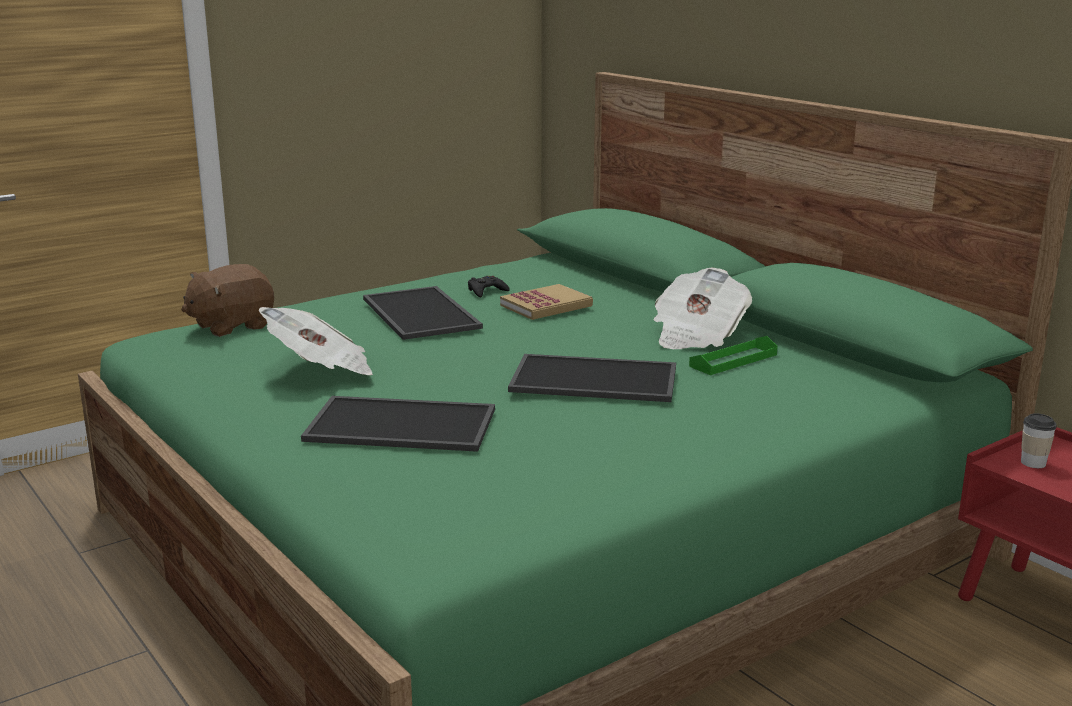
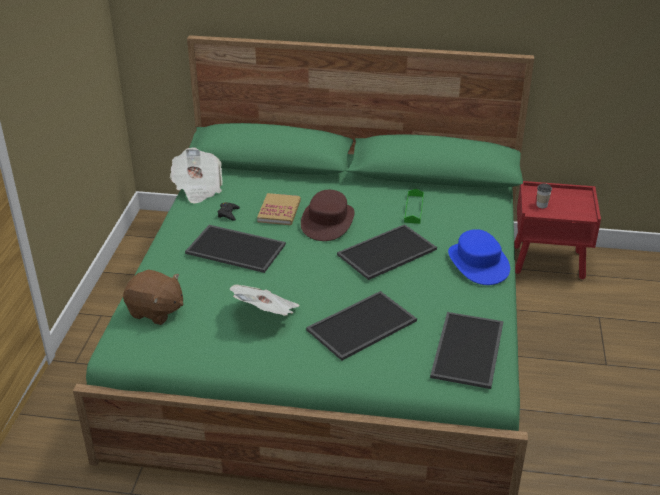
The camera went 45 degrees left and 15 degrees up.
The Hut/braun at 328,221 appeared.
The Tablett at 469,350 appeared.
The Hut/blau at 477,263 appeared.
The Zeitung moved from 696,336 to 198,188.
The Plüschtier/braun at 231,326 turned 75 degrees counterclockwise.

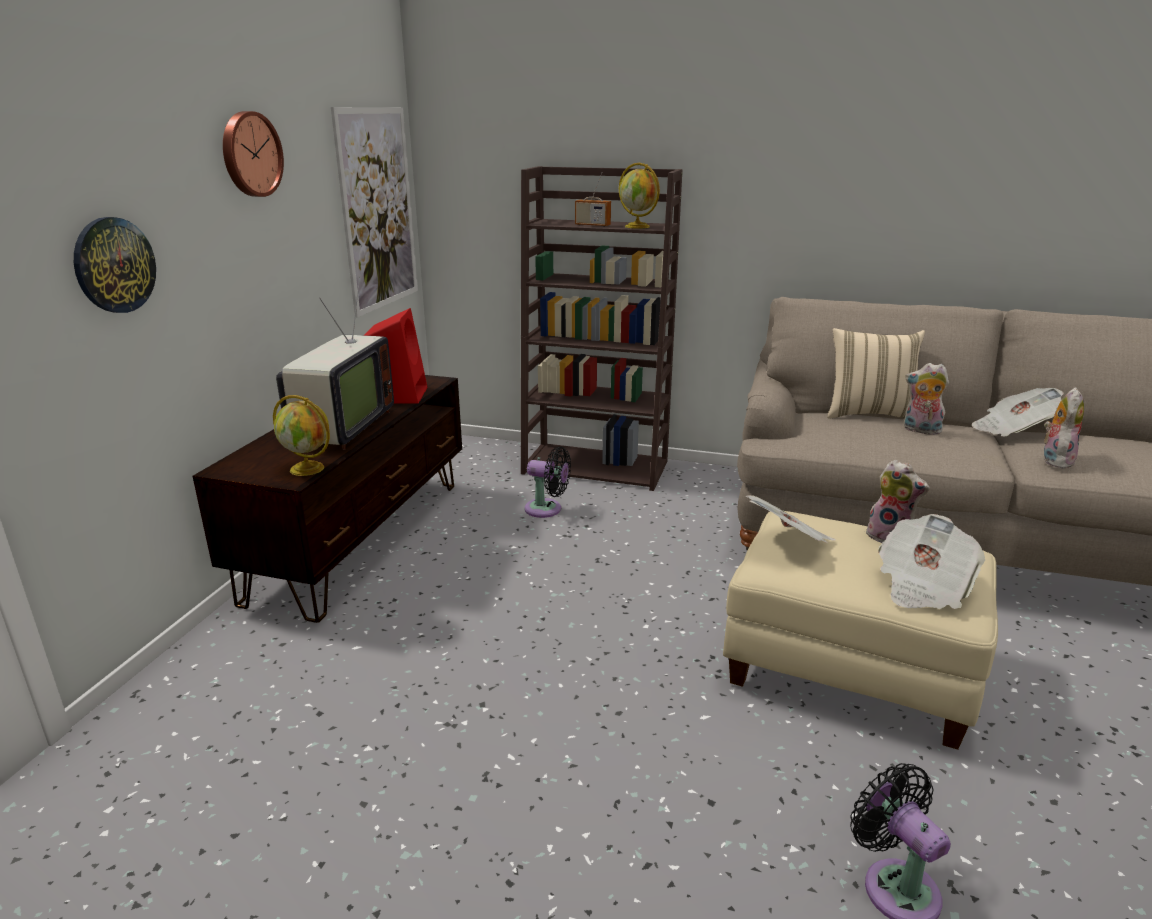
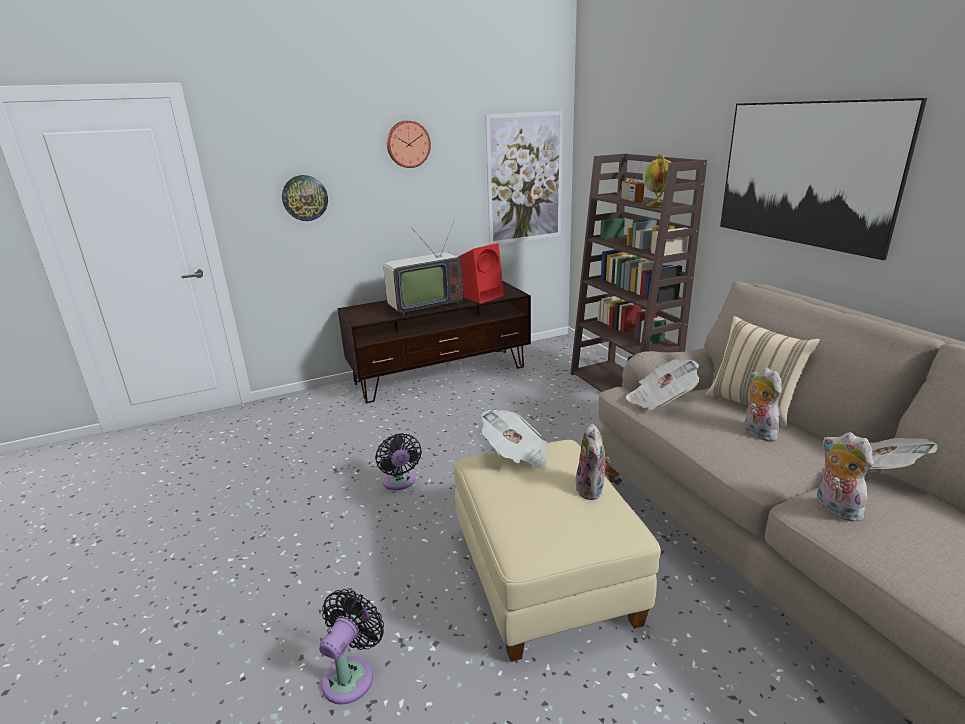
The camera went 50 degrees right and 0 degrees up.
The Globus at 308,469 disappeared.
The Bild at 805,174 appeared.
The Ventilator/schwarz moved from 547,509 to 399,482.
The Zeitung moved from 922,586 to 660,400.
The Plüschtier at 1054,460 turned 105 degrees counterclockwise.

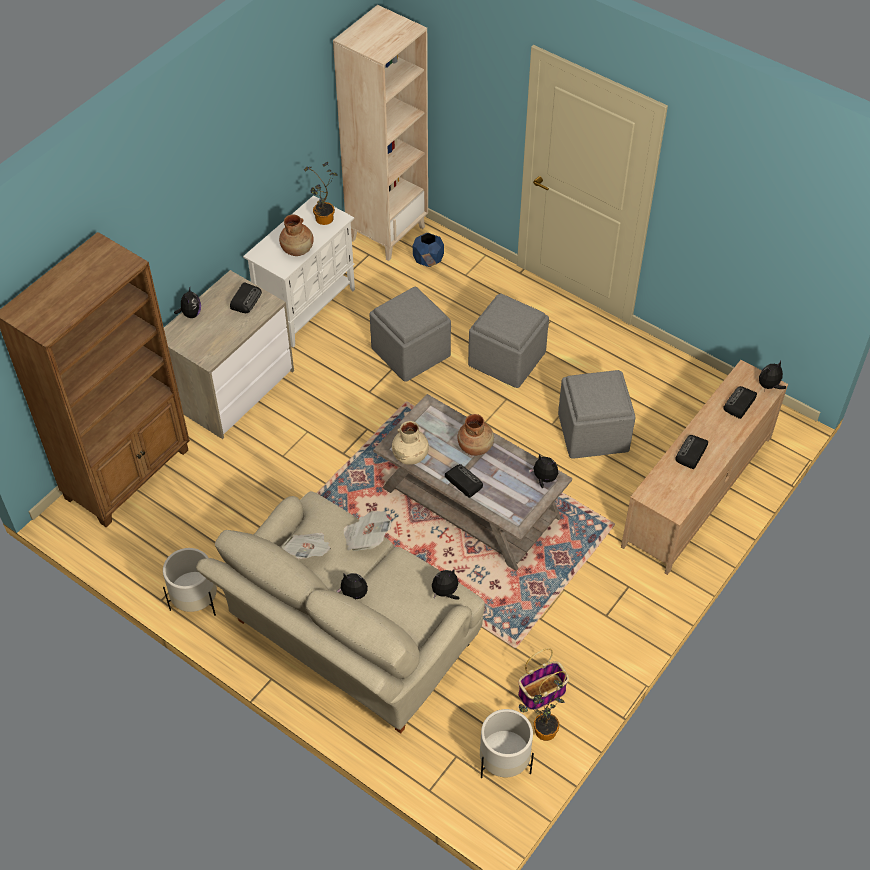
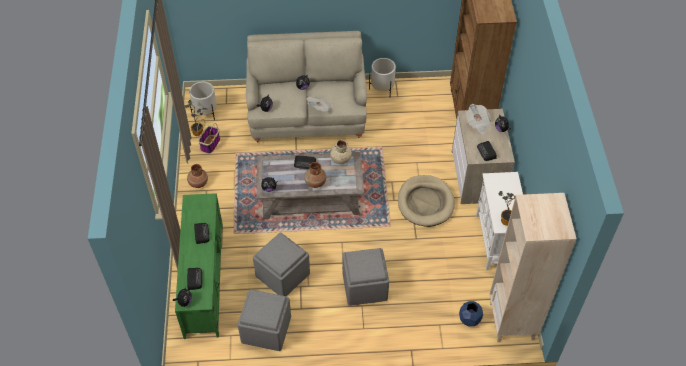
The camera went 140 degrees right and 0 degrees up.
The Hundebett/beige at 425,202 appeared.
The Vase/braun moved from 297,249 to 198,183.
The Zeitung moved from 308,552 to 478,123.
The Polsterhocker/grau moved from 411,352 to 265,329.
The Fernsehschrank/beige at 697,491 became the Fernsehschrank/grün at 204,278.

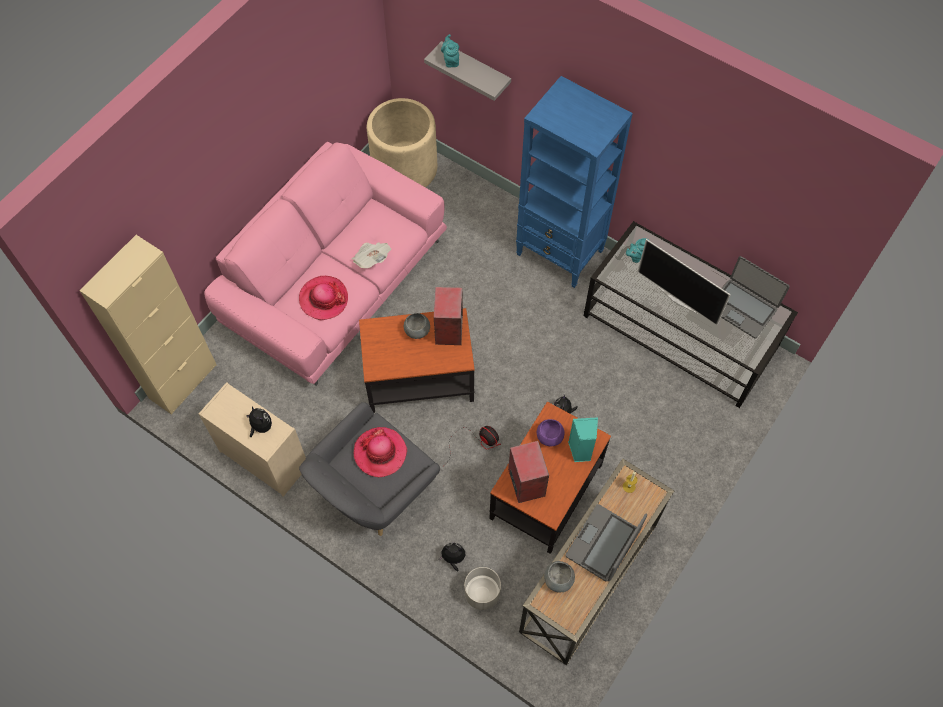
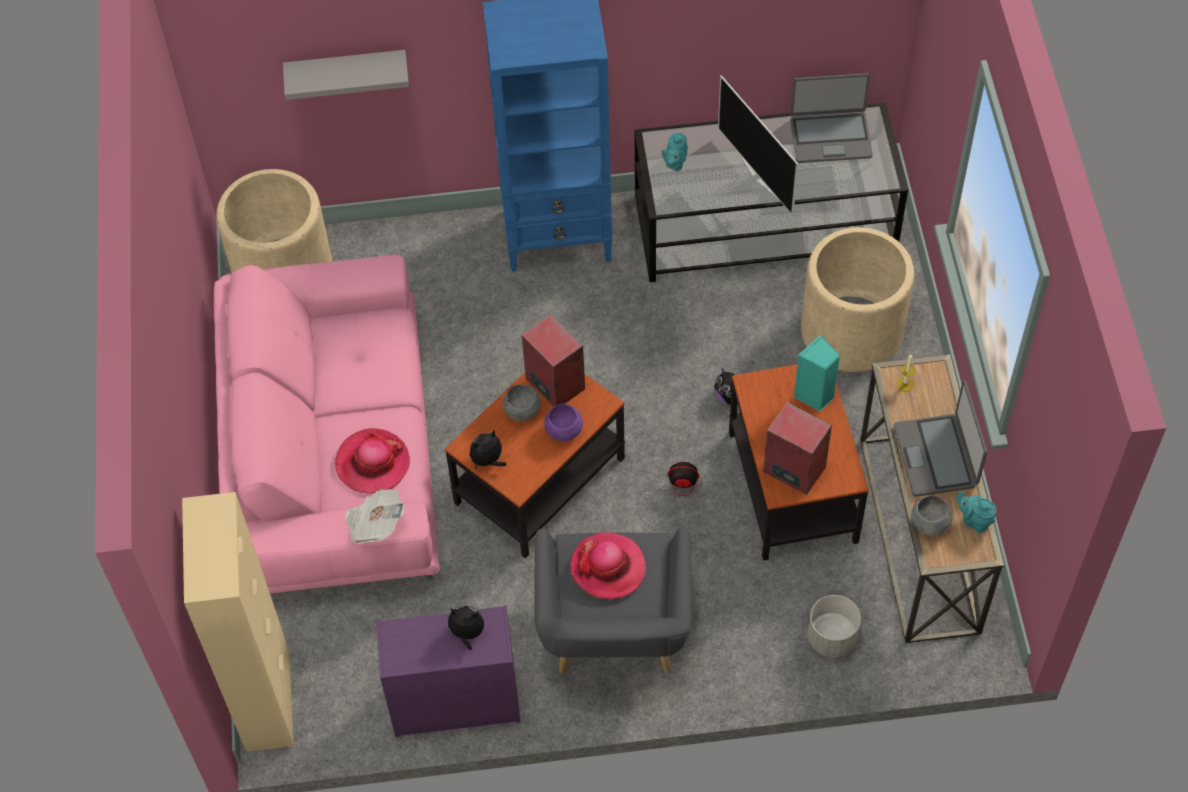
The camera went 40 degrees left and 5 degrees down.
The Pflanzkübel/beige at 852,331 appeared.
The Zeitung moved from 372,259 to 375,524.
The Plüschtier moved from 453,558 to 488,460.
The Teekanne/türkis moved from 451,60 to 974,520.
The Schüssel/lila moved from 549,437 to 563,431.
The Kommode/beige at 263,458 became the Kommode/lila at 453,702.
The Fernseher at 678,299 turned 60 degrees clockwise.

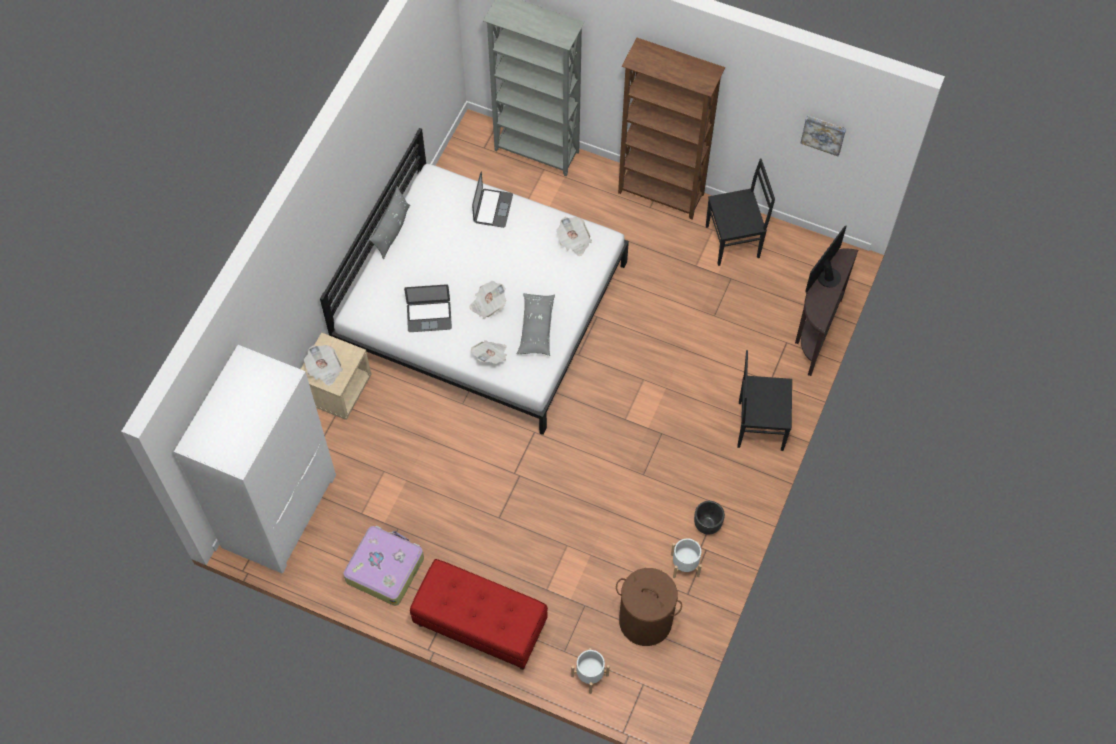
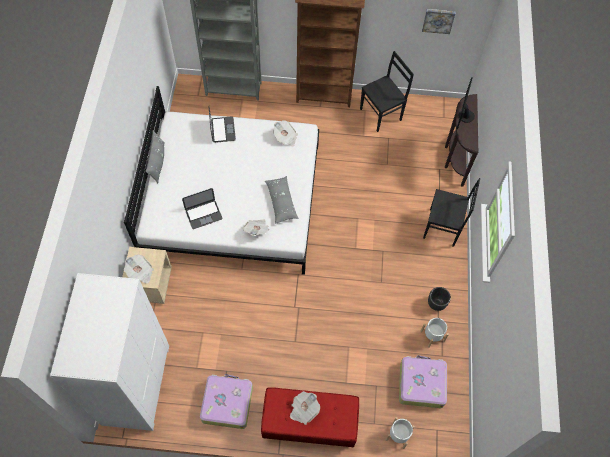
The camera went 20 degrees left and 0 degrees up.
The Zeitung moved from 488,305 to 303,410.
The Wäschekorb/braun at 645,621 was replaced by the Koffer at 421,384.
The Stuhl/schwarz at 758,425 turned 150 degrees counterclockwise.

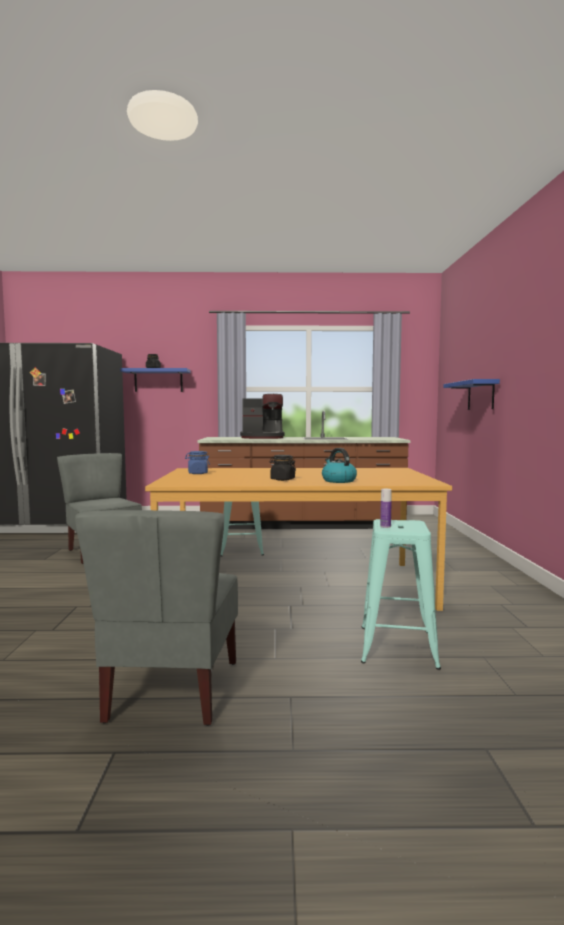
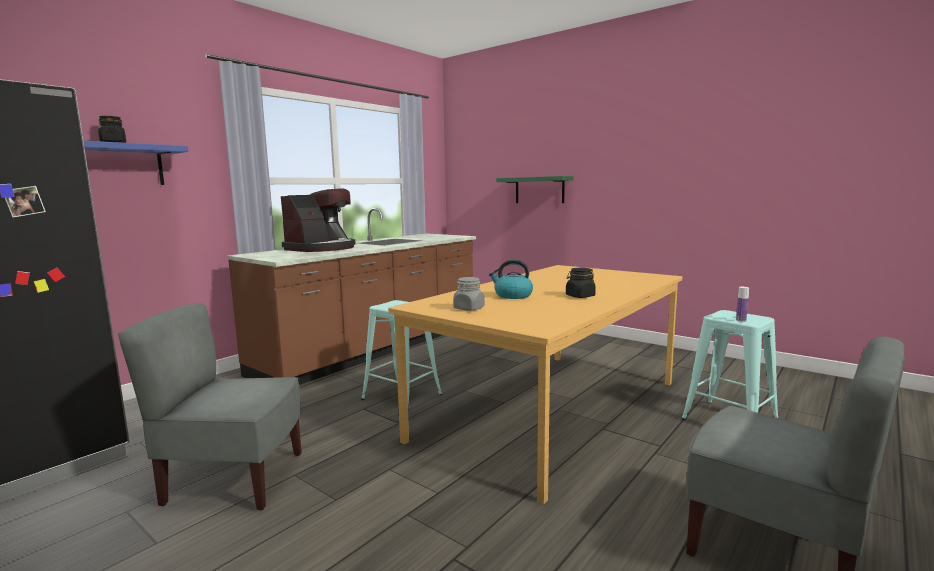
The camera went 50 degrees left and 5 degrees up.
The Wasserkessel moved from 338,481 to 512,295.
The Vorratsglas/blau at 197,473 became the Vorratsglas/grau at 469,308.
The Wandregal/blau at 480,395 became the Wandregal/grün at 539,190.

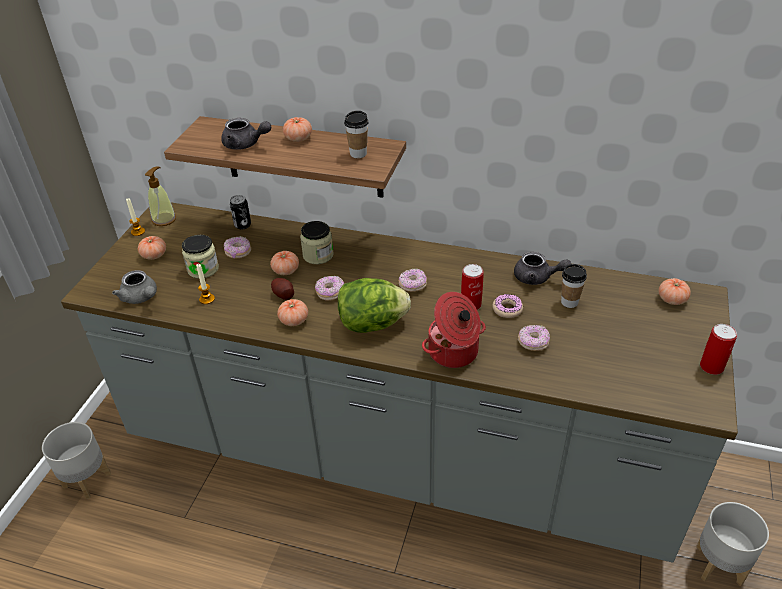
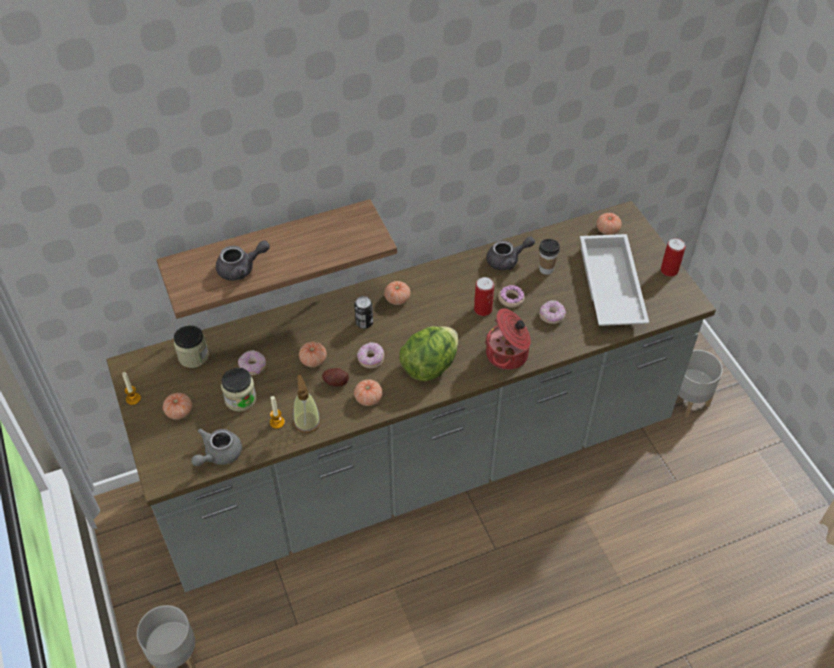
The camera went 40 degrees left and 10 degrees up.
The Tasse at 358,154 disappeared.
The Donut at 413,285 disappeared.
The Tablett/weiß at 608,287 appeared.
The Seifenspender moved from 164,219 to 307,422.
The Dose moved from 242,225 to 364,323.
The Tomate moved from 298,138 to 397,299.
The Vorratsglas moved from 318,255 to 193,356.
The Teekanne/grau at 141,298 turned 120 degrees clockwise.

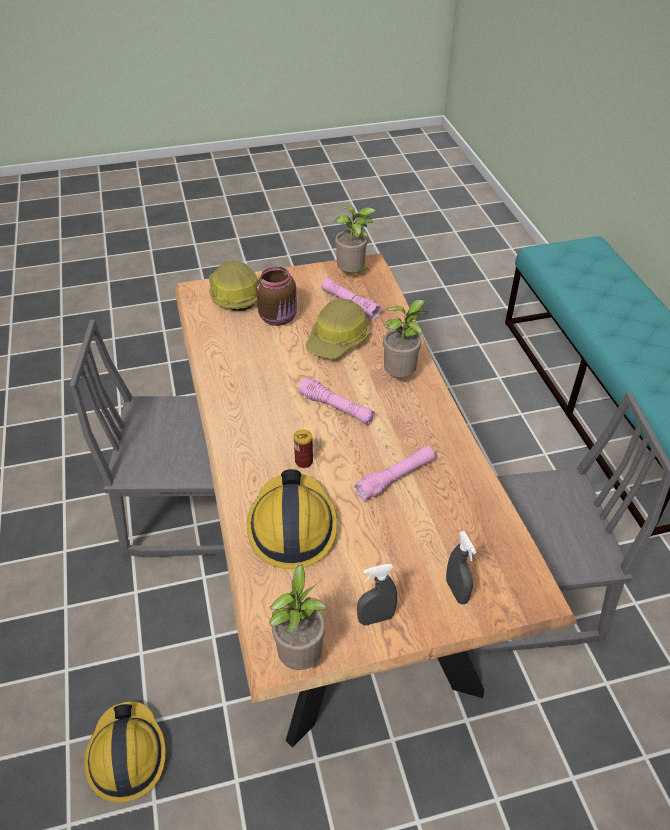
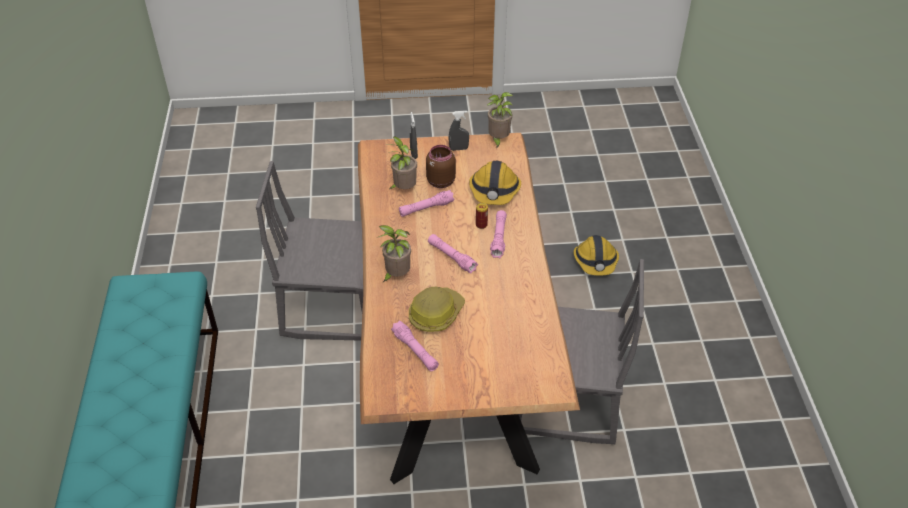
The camera went 170 degrees left and 0 degrees up.
The Schutzhelm at 234,295 disappeared.
The Taschenlampe/rosa at 499,238 appeared.
The Vorratsglas/braun moved from 279,318 to 440,181.
The Topfpflanze moved from 352,274 to 403,189.

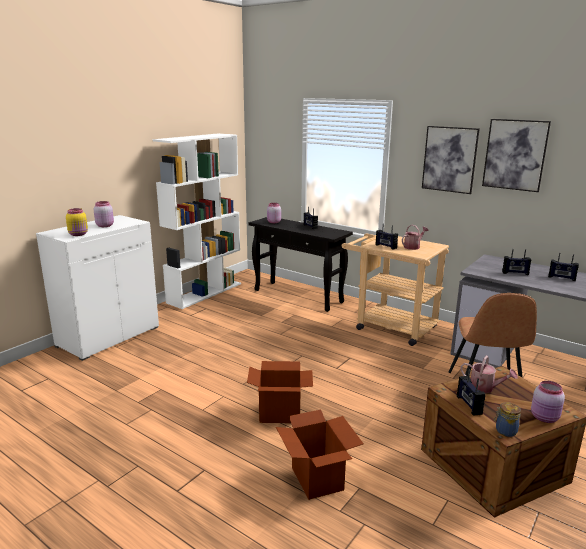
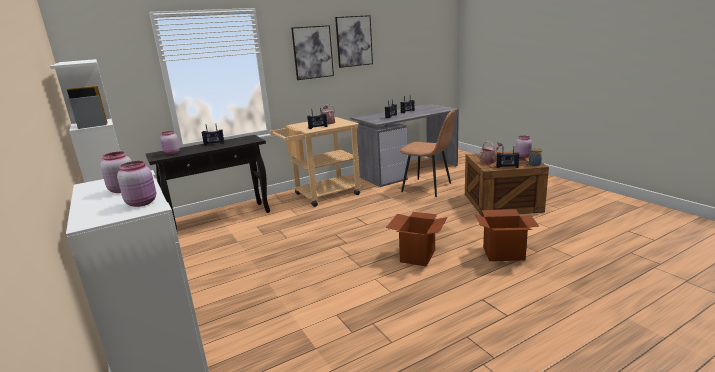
The camera went 65 degrees left and 0 degrees up.
The Vorratsglas/gelb at 78,234 became the Vorratsglas/rosa at 142,202.

